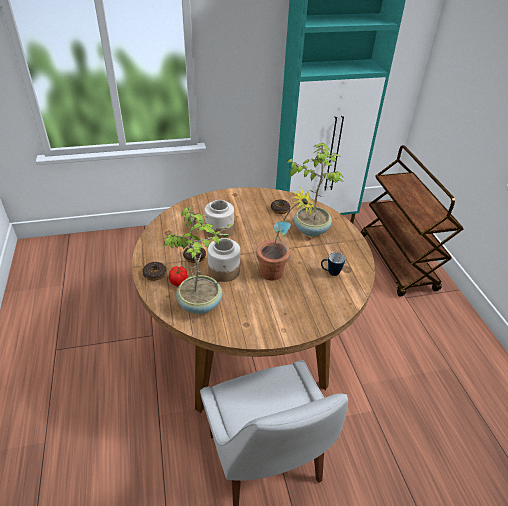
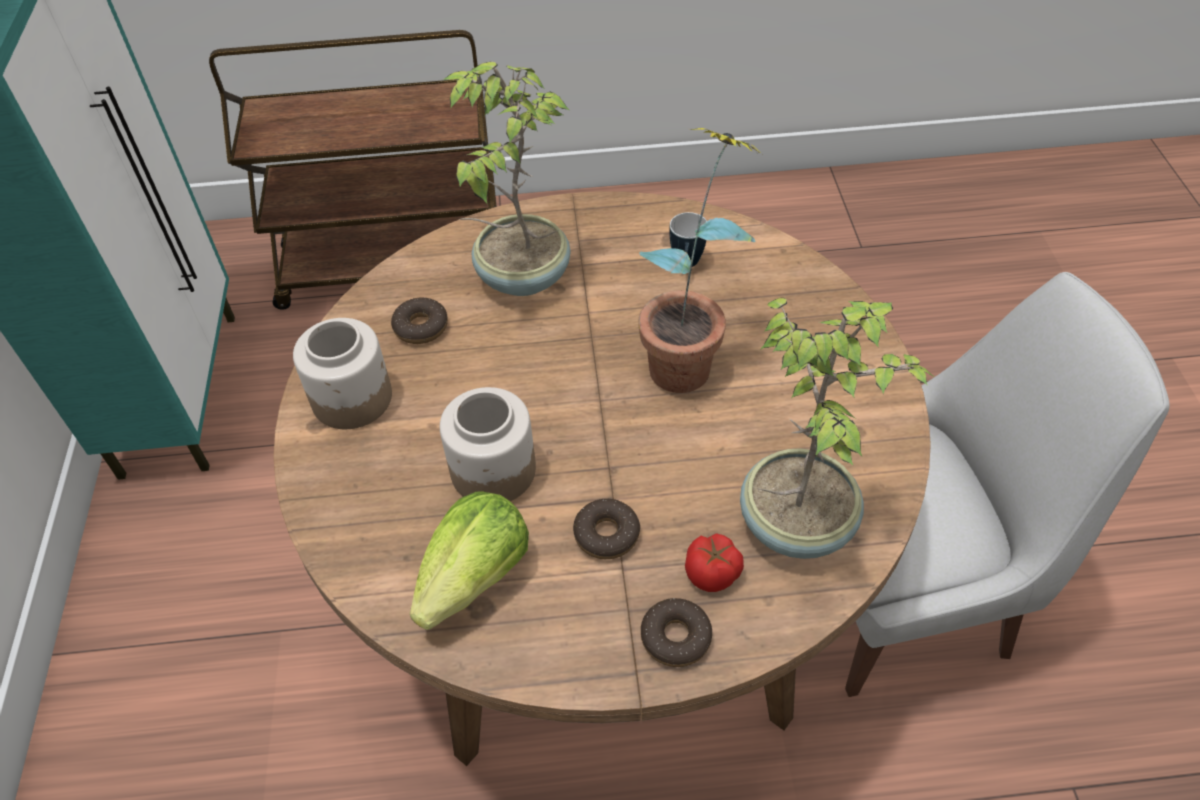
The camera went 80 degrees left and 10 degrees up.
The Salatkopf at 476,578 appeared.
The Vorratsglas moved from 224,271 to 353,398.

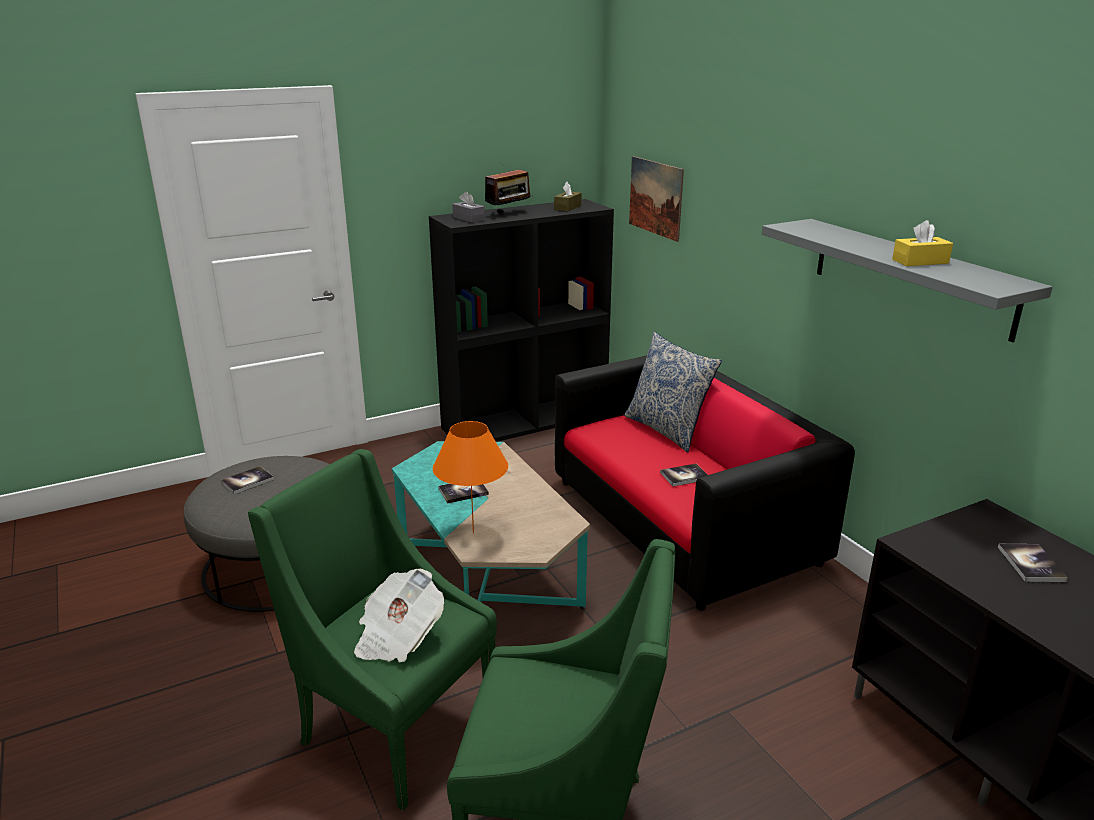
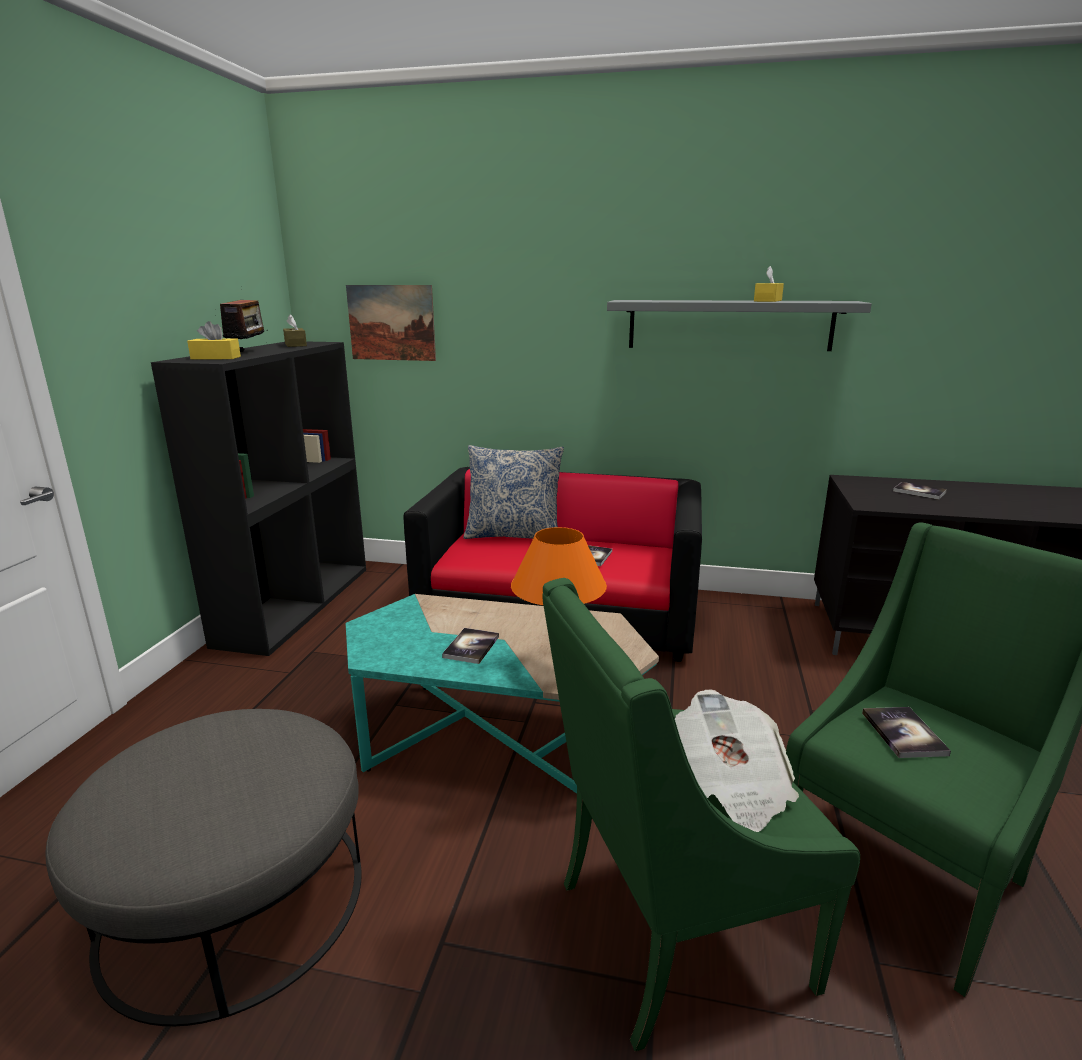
The camera went 50 degrees left and 5 degrees down.
The Buch moved from 247,481 to 903,733.
The Taschentuchbox/grau at 468,218 became the Taschentuchbox/gelb at 216,358.

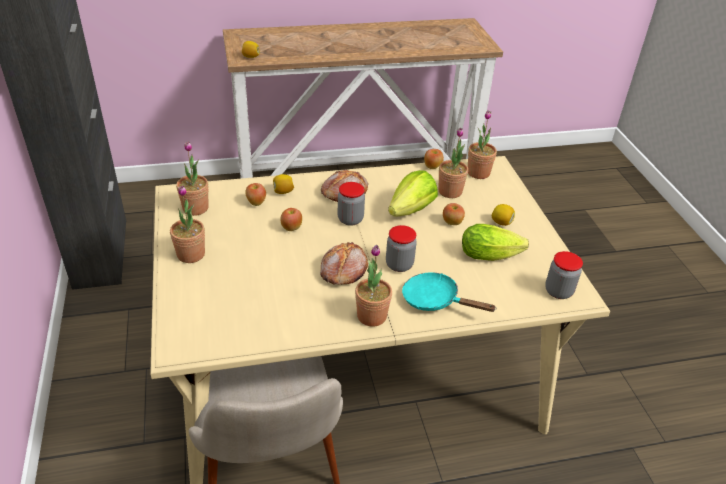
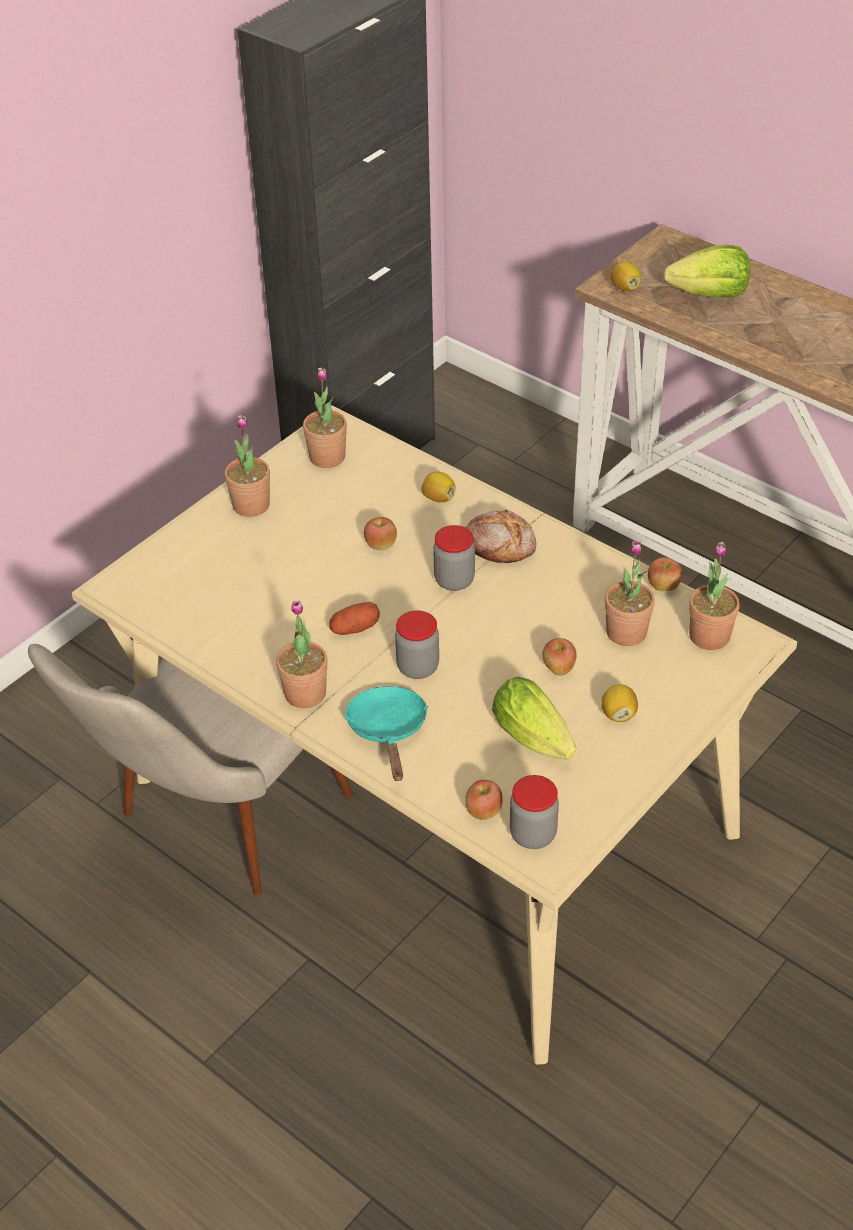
The camera went 55 degrees right and 5 degrees up.
The Apfel moved from 256,202 to 483,812.
The Salatkopf moved from 411,210 to 710,295.
The Brot at 343,270 was replaced by the Kartoffel at 355,628.

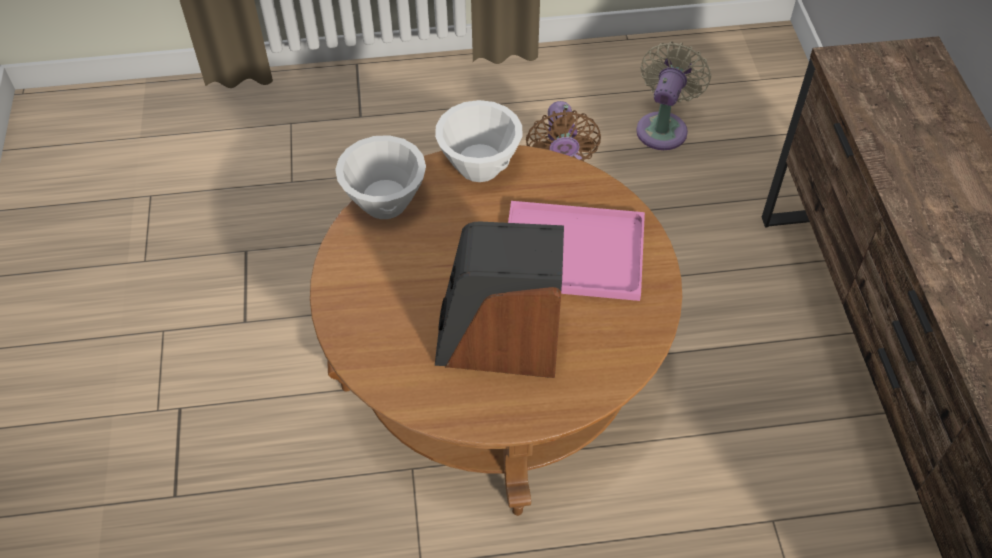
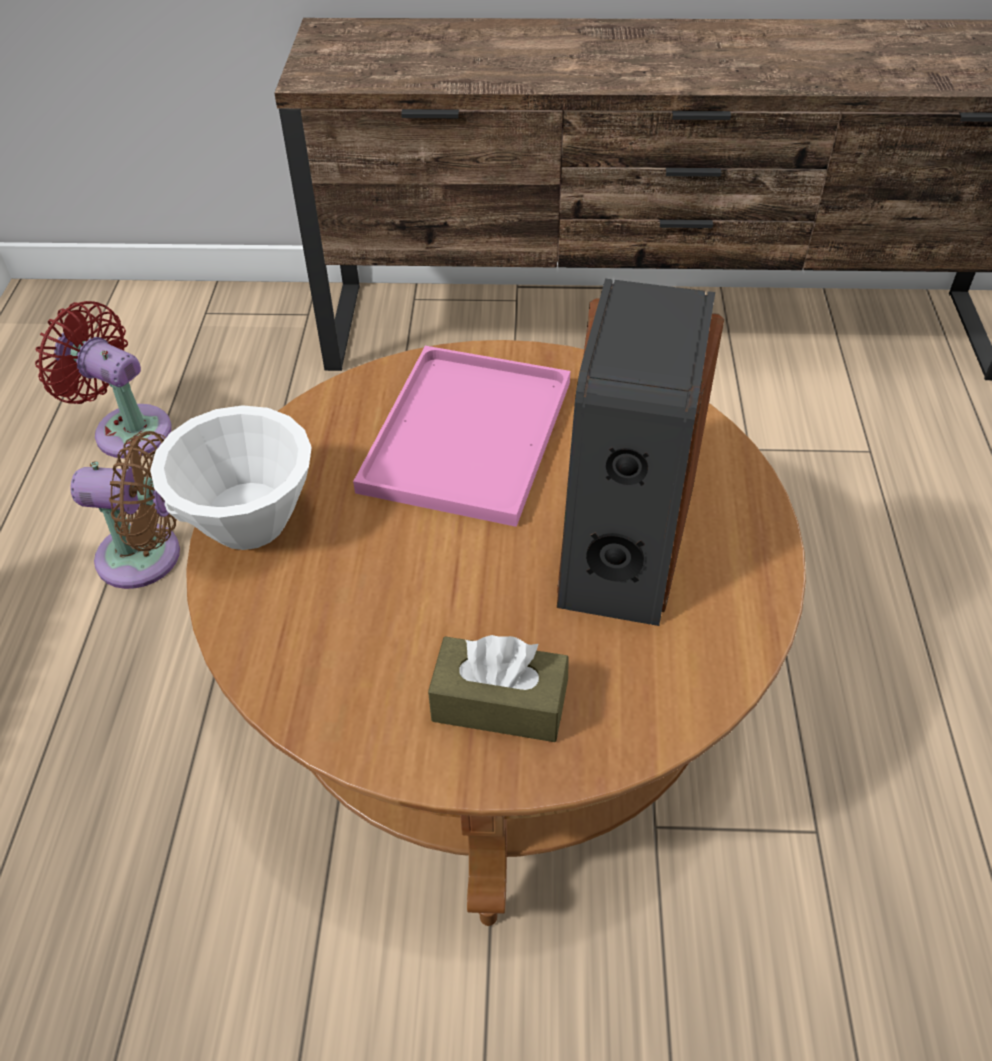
The camera went 80 degrees left and 5 degrees down.
The Schüssel/weiß at 386,202 disappeared.
The Taschentuchbox/braun at 499,703 appeared.
The Ventilator/beige at 663,127 became the Ventilator/rot at 127,429.

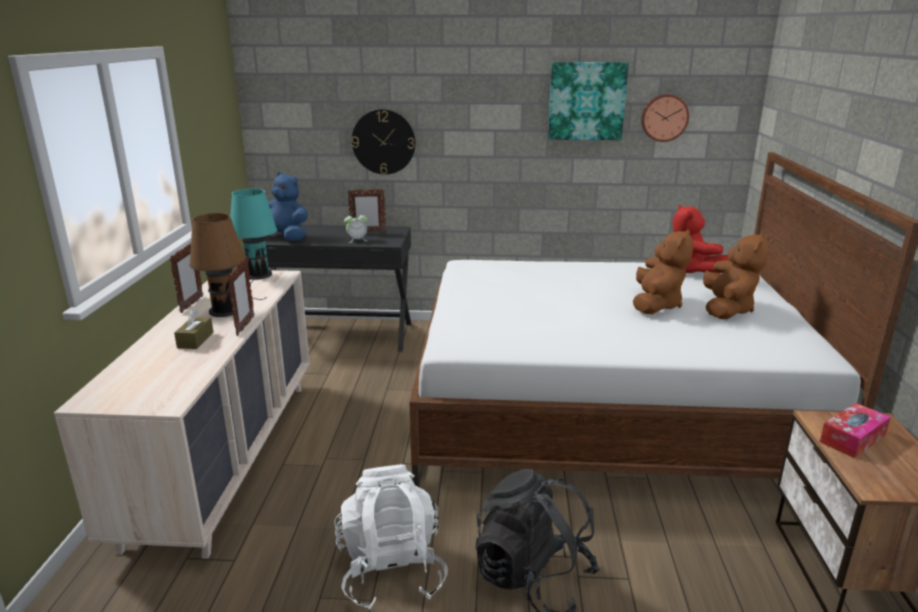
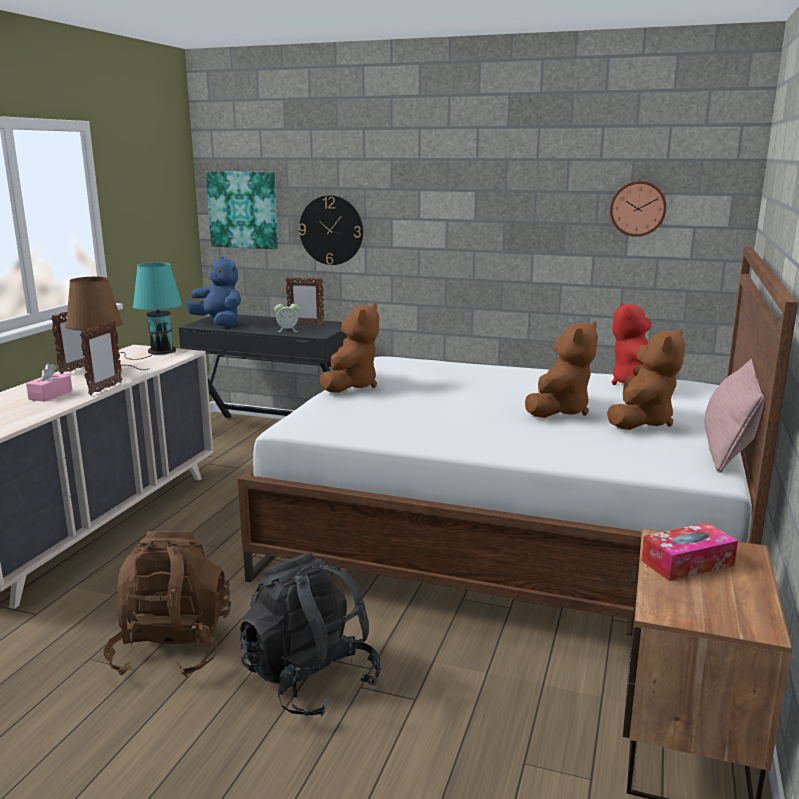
The camera went 15 degrees right and 5 degrees down.
The Plüschtier/braun at 351,385 appeared.
The Kissen/rosa at 730,446 appeared.
The Bild moved from 586,101 to 243,210.
The Taschentuchbox/braun at 195,340 became the Taschentuchbox/rosa at 50,395.
The Rucksack/weiß at 391,571 became the Rucksack/braun at 172,648.

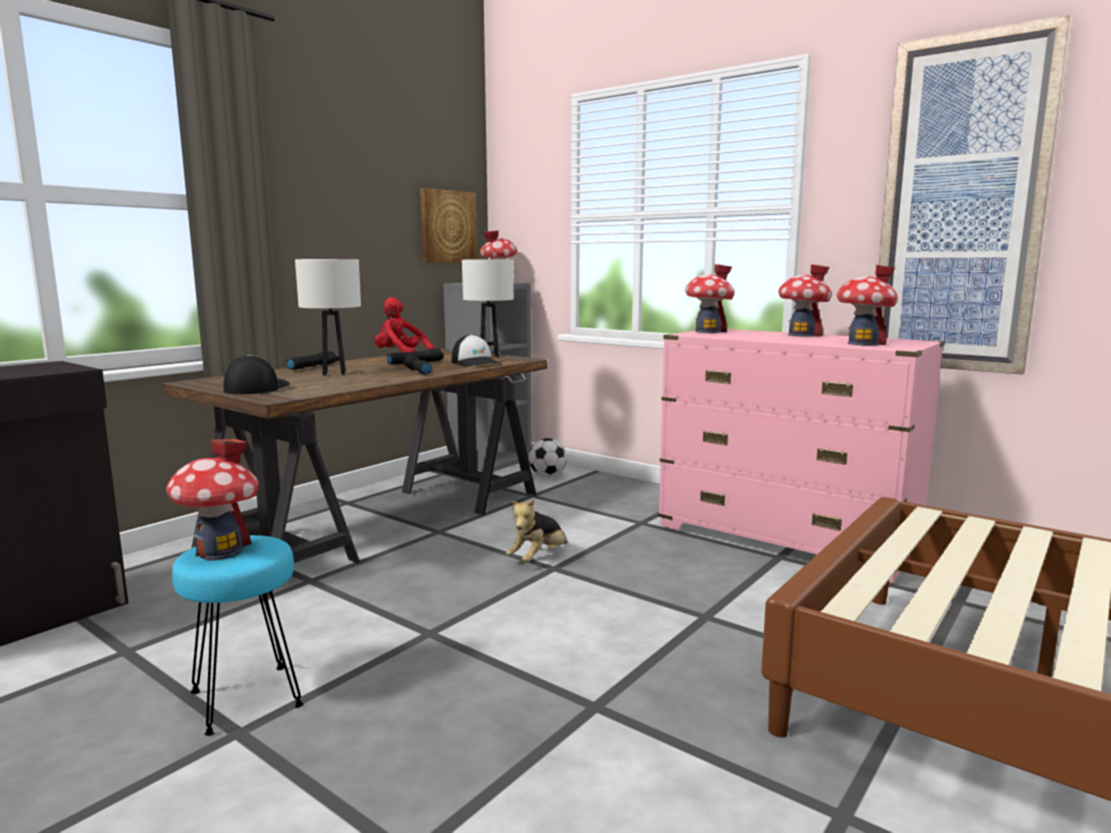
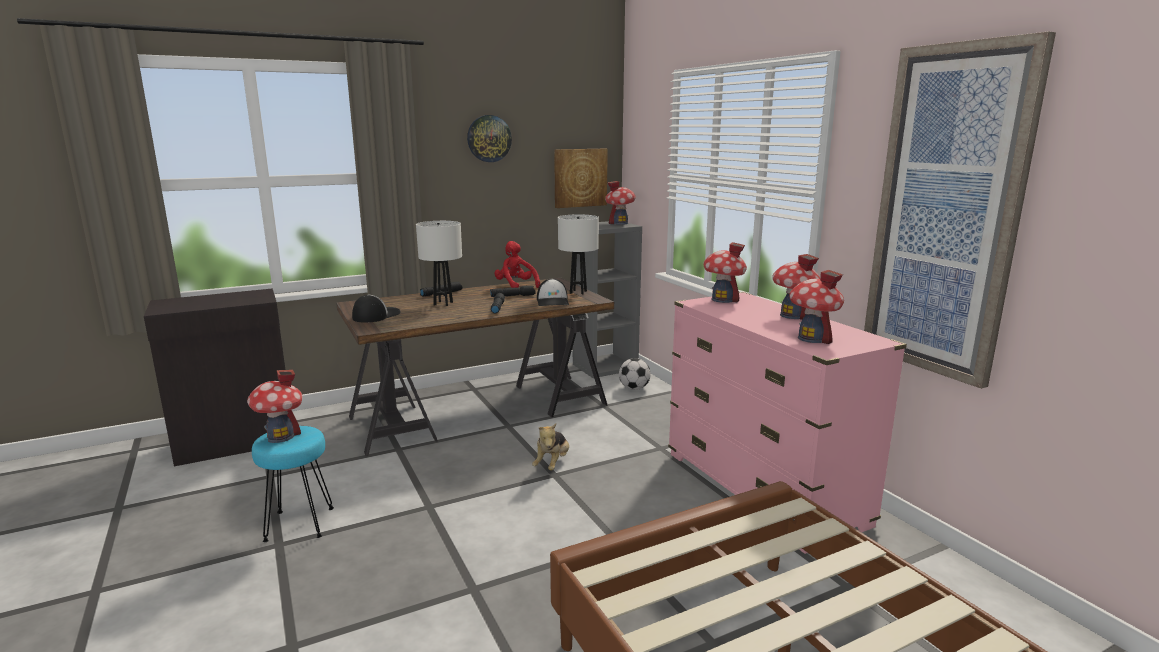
The camera went 25 degrees right and 5 degrees up.
The Wanduhr at 489,138 appeared.
The Plüschtier at 538,558 turned 45 degrees counterclockwise.

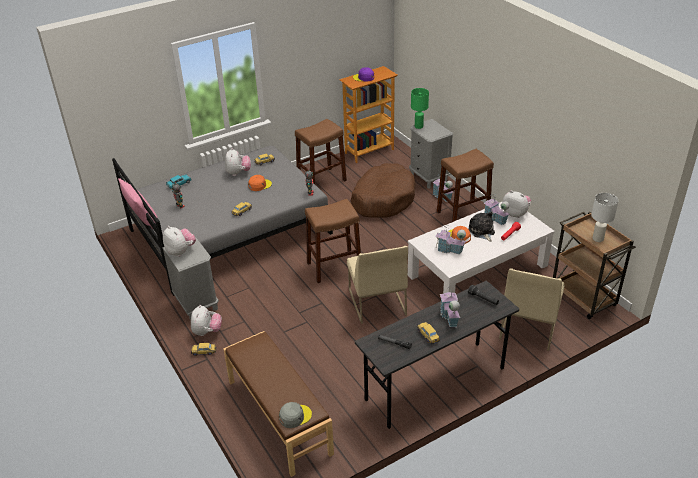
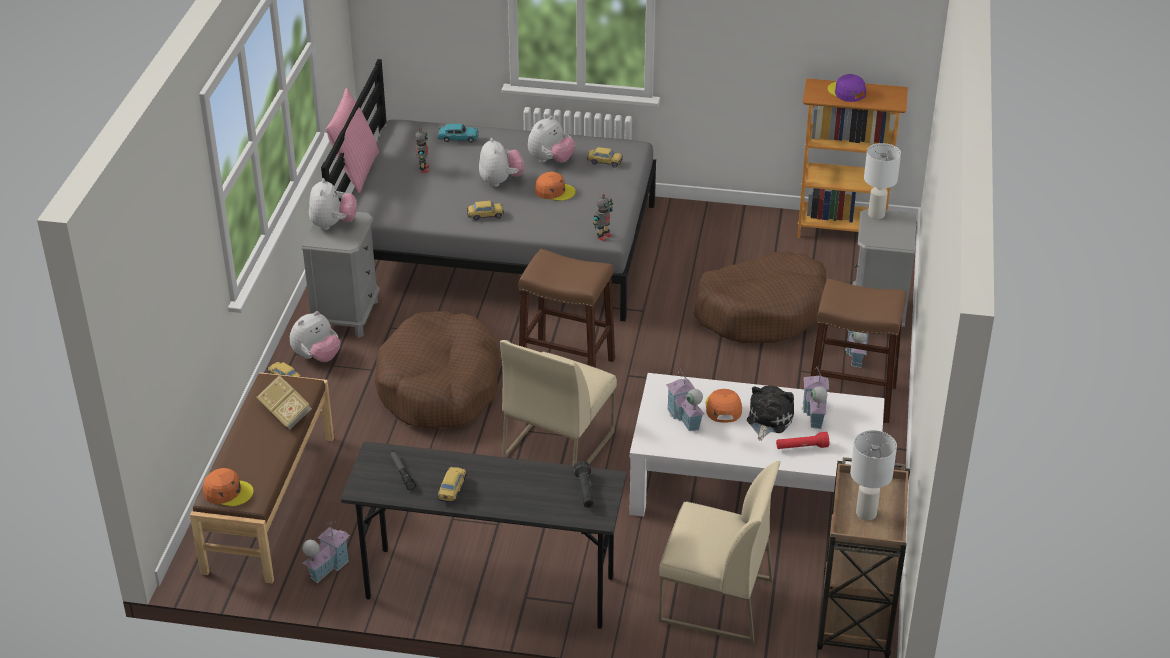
The camera went 40 degrees right and 0 degrees up.
The Hocker/braun at 321,181 disappeared.
The Buch at 286,413 appeared.
The Hundebett/braun at 439,387 appeared.
The Spielzeughaus moved from 449,317 to 327,567.
The Plüschtier moved from 515,213 to 501,181.
The Kappe/grau at 295,416 became the Kappe/orange at 228,492.
The Tischlampe/grün at 418,126 became the Tischlampe/weiß at 876,214.
The Stuhl/beige at 528,326 turned 135 degrees counterclockwise.

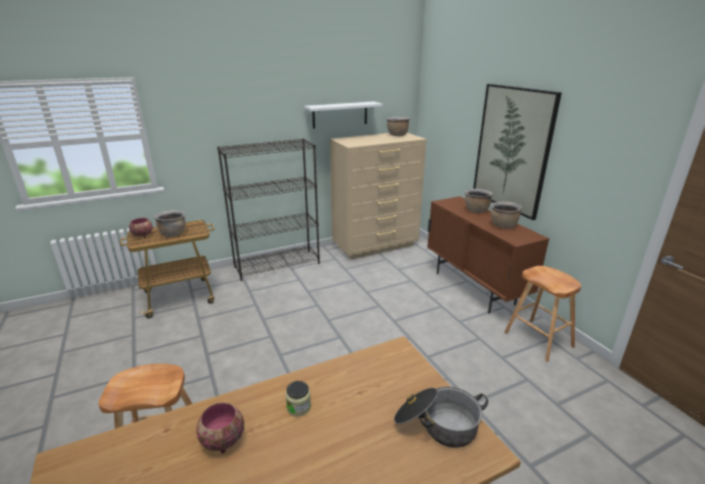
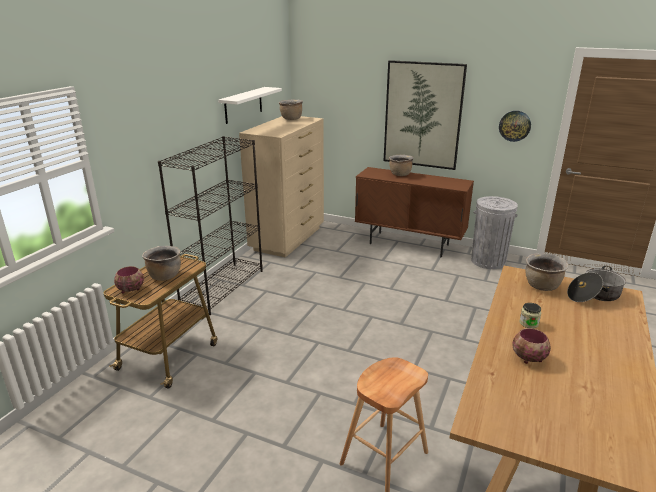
The camera went 40 degrees left and 0 degrees up.
The Wanduhr at 514,126 appeared.
The Kochtopf/braun moved from 503,226 to 542,286.
The Hocker/braun at 538,339 was replaced by the Mülleimer/grau at 488,261.

